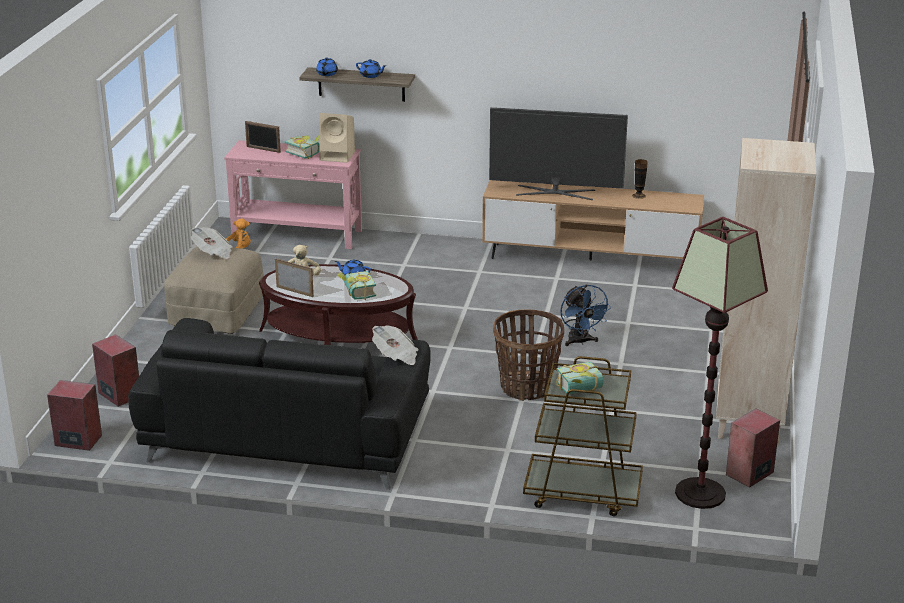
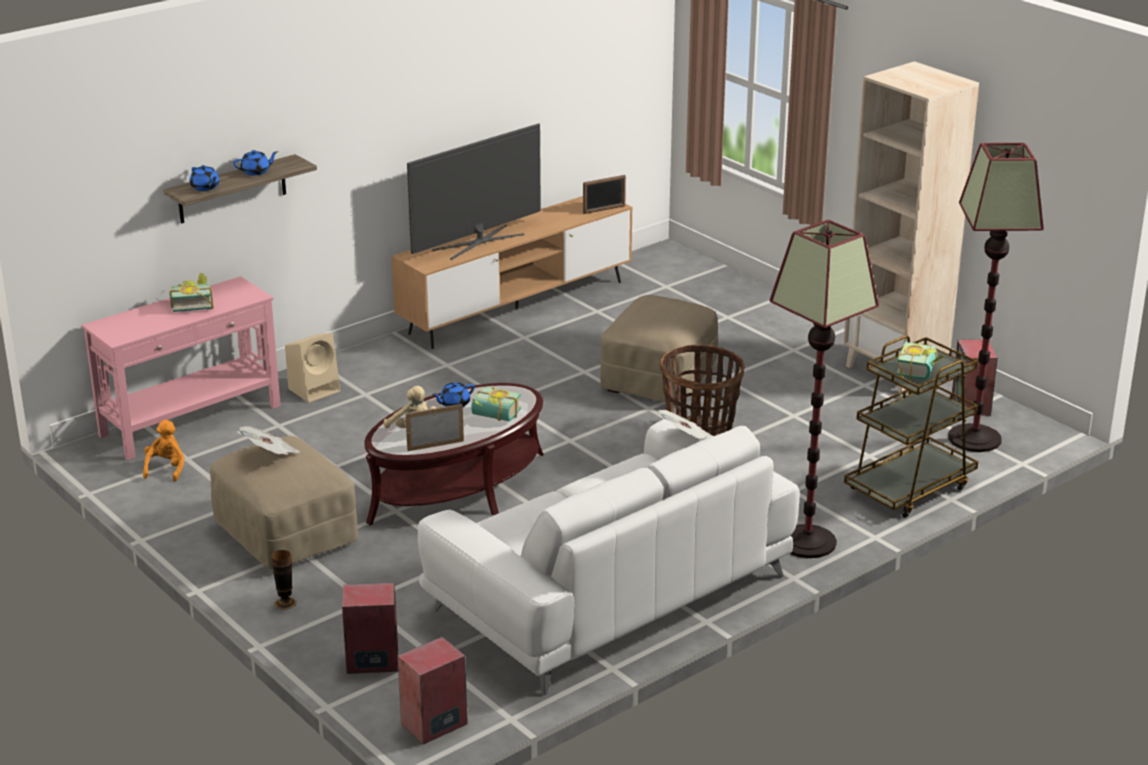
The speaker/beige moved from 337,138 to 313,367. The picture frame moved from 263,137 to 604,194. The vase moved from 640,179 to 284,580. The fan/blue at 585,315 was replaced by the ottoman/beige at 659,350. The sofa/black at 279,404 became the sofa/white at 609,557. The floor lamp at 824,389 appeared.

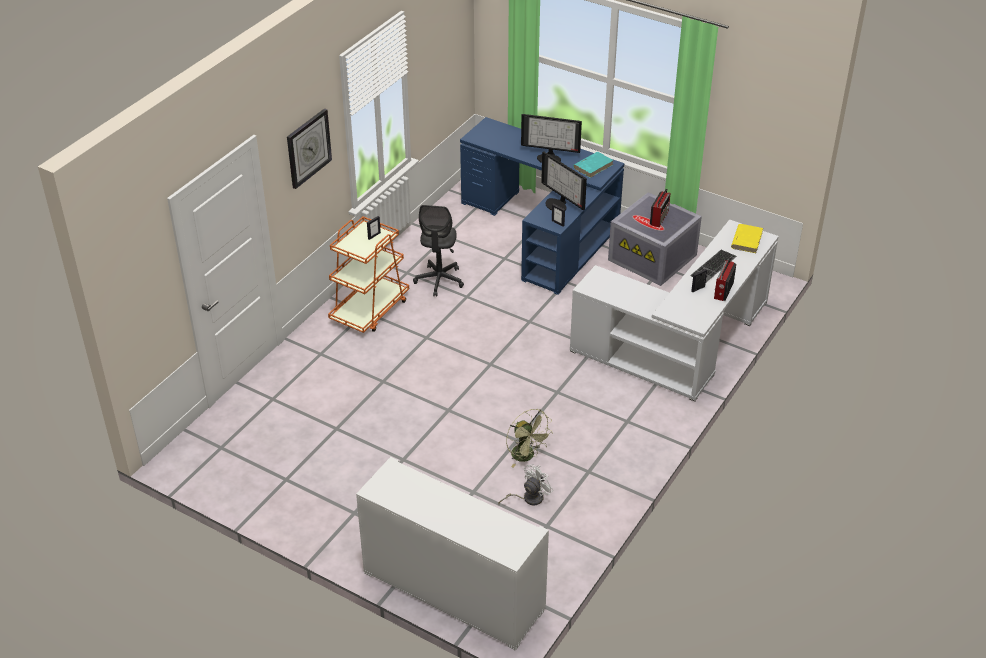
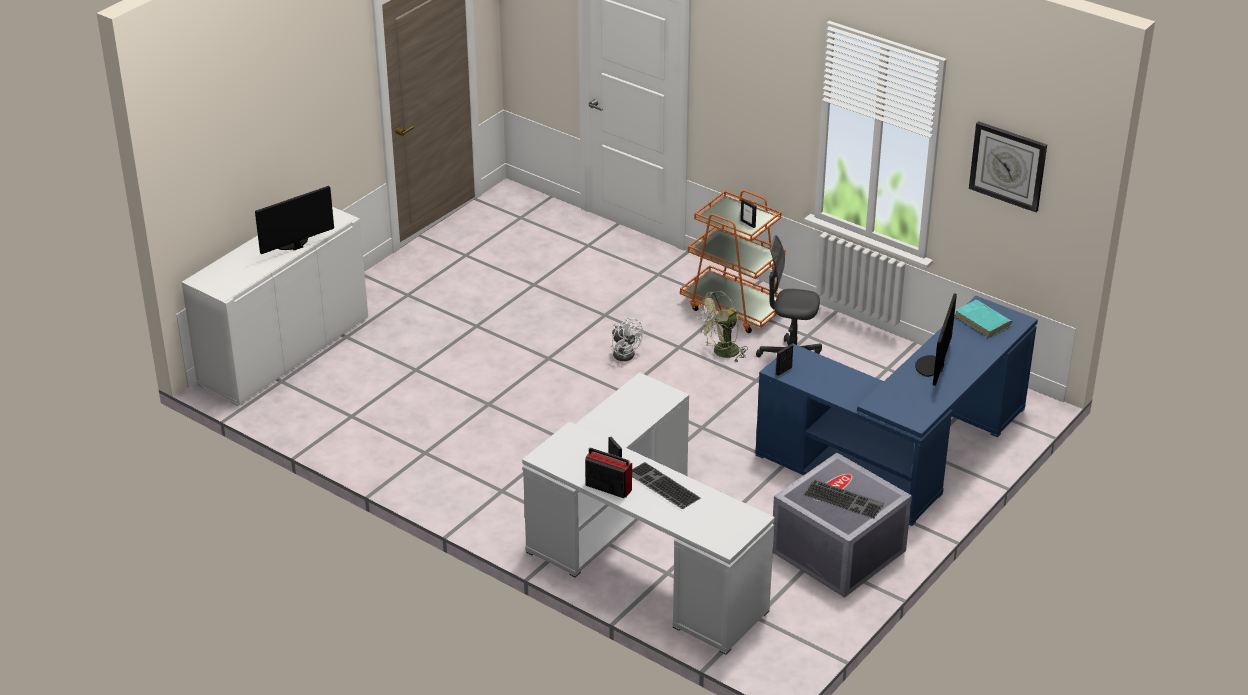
The wall clock moved from 309,148 to 1008,167. The monitor moved from 564,181 to 294,220. The book/turquoise moved from 593,165 to 983,319. The radio at 660,208 was replaced by the keyboard at 843,499. The book/yellow at 747,238 disappeared. The fan/green moved from 529,438 to 722,326. The fan/white moved from 525,485 to 627,339.

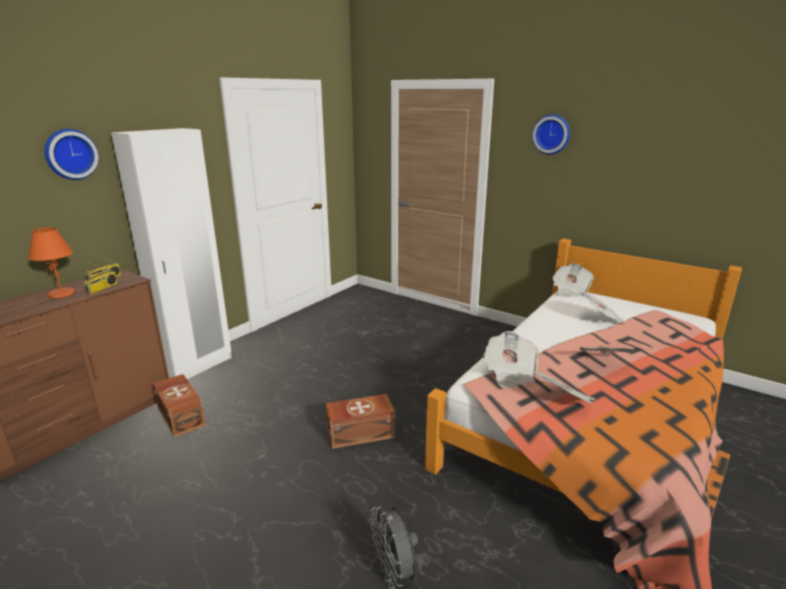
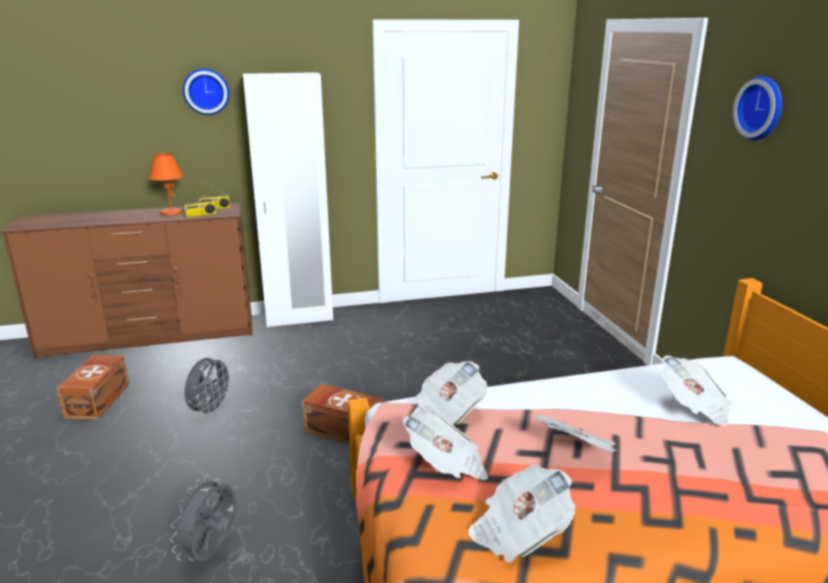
The newspaper moved from 573,280 to 522,514. The storage box/brown moved from 179,406 to 93,387. The fan/grey at 208,386 appeared.

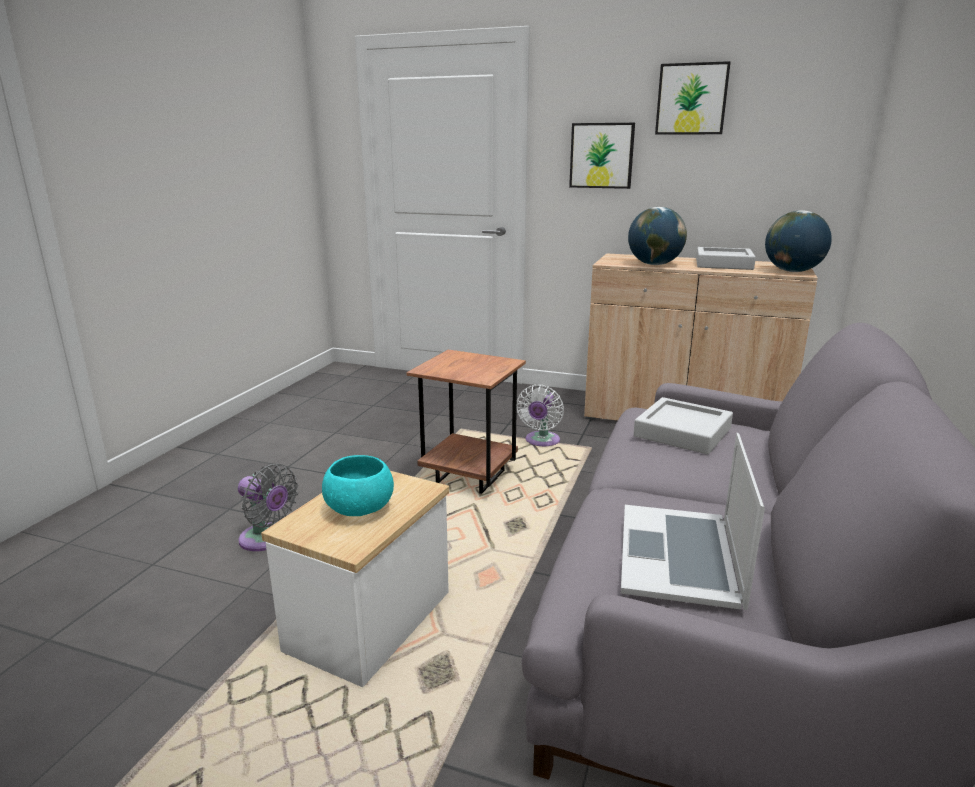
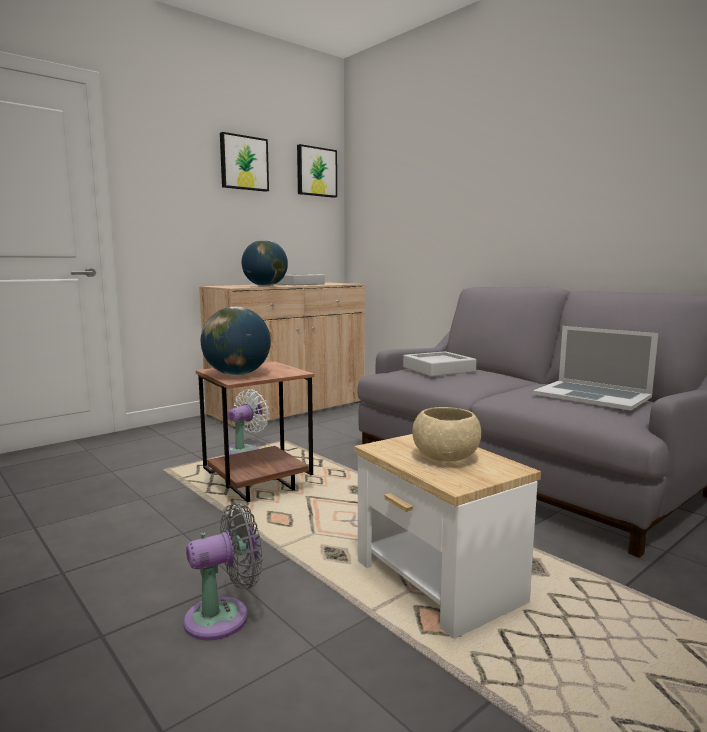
The picture moved from 602,156 to 317,171. The globe moved from 798,241 to 236,341. The fan/white at 540,415 turned 105 degrees counterclockwise. The bowl/turquoise at 358,485 became the bowl/beige at 446,434.

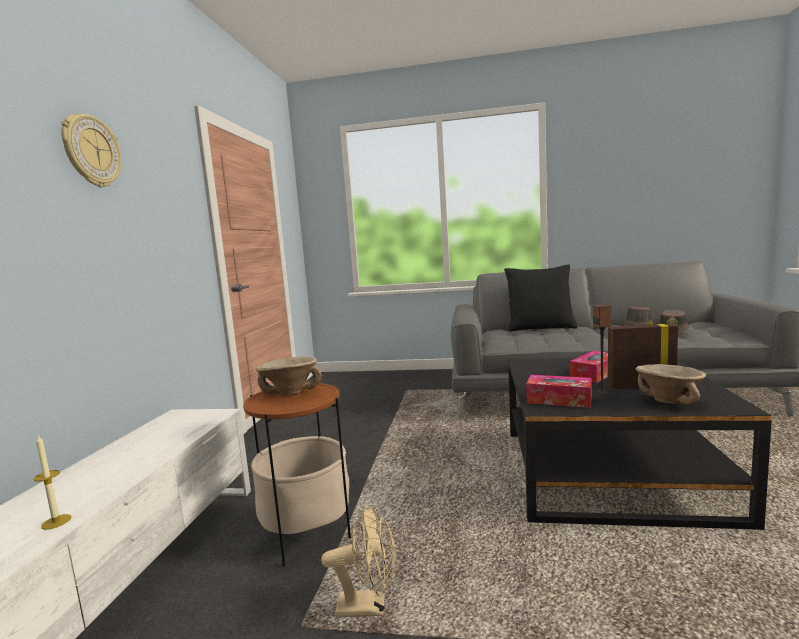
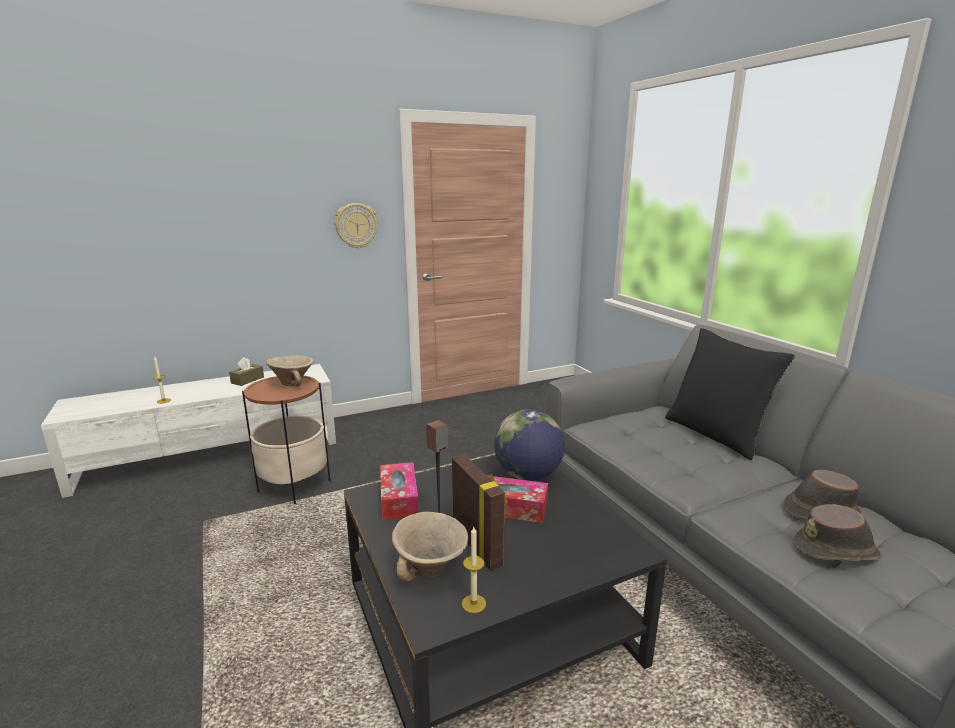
The wall clock moved from 91,150 to 356,226. The fan/beige at 358,562 disappeared. The tissue box/brown at 246,371 appeared. The globe at 529,445 appeared. The candle at 474,570 appeared.

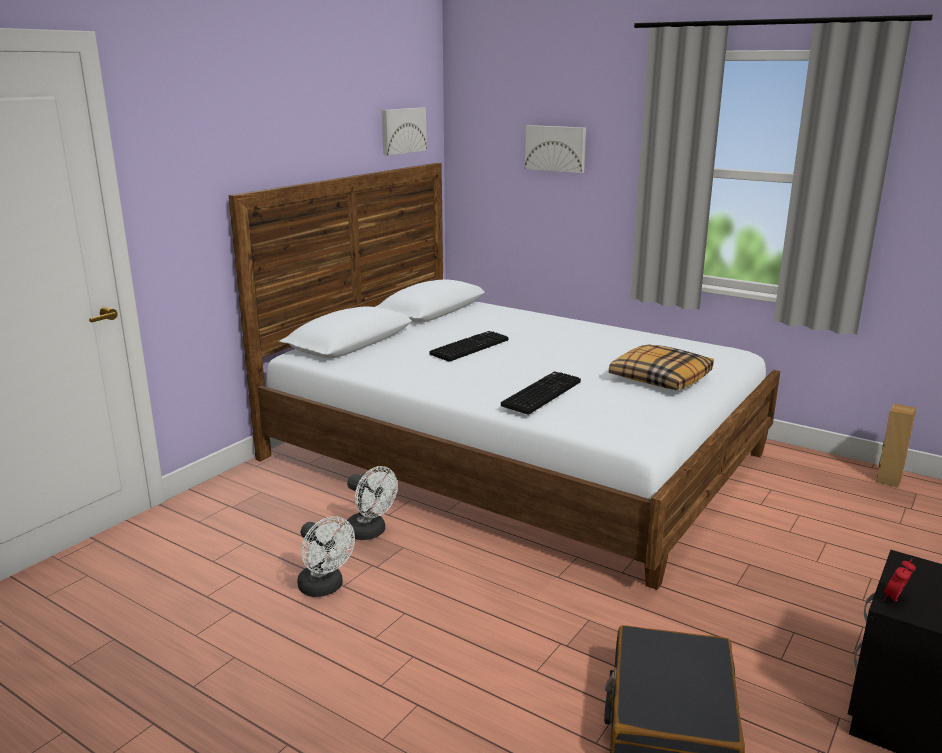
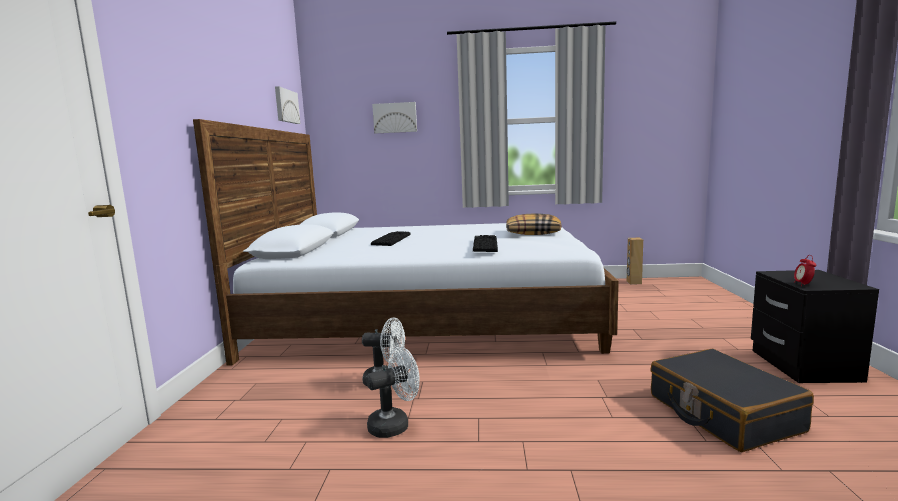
The fan/white at 326,556 turned 45 degrees counterclockwise.

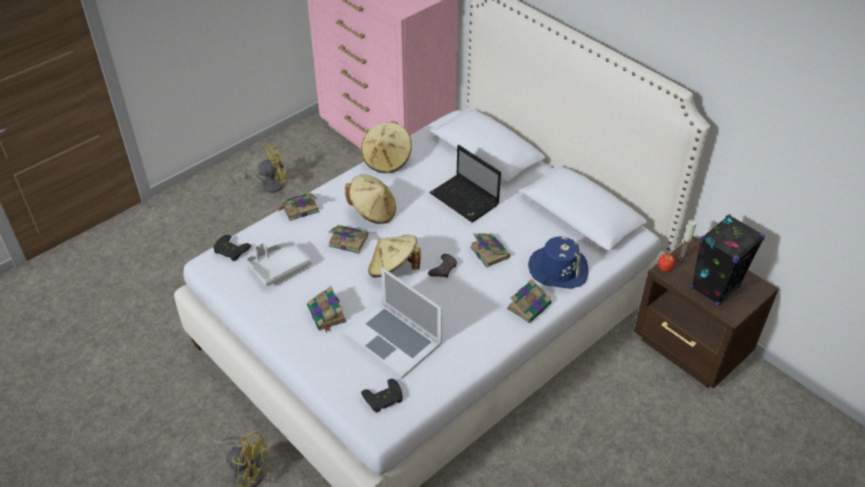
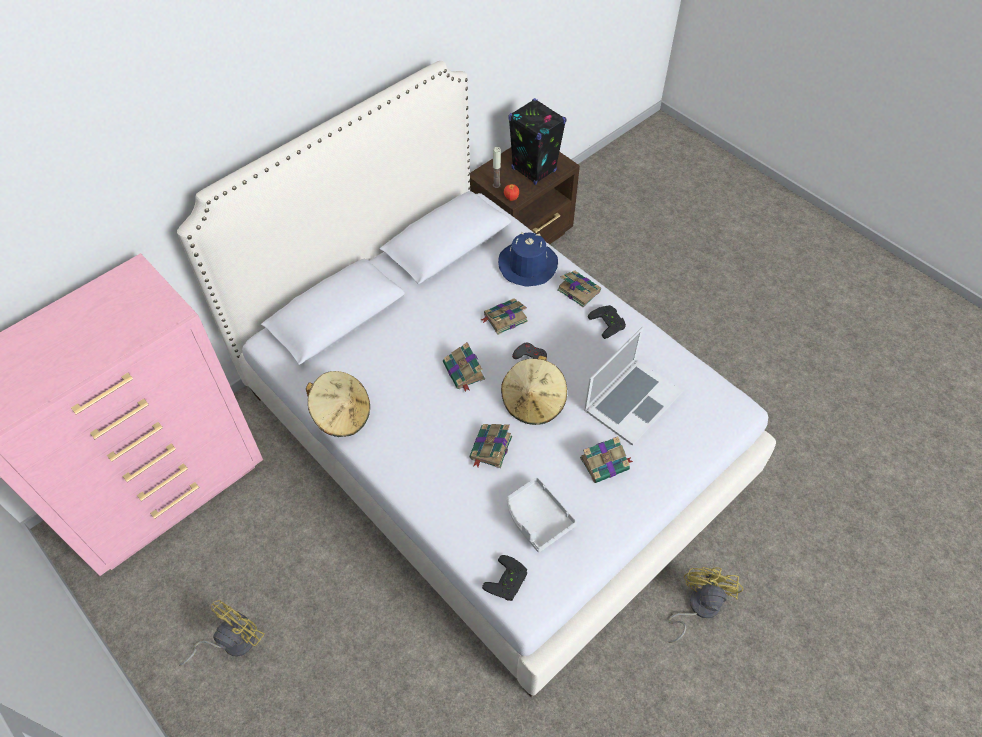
The fan/yellow at 260,169 turned 60 degrees clockwise. The laptop at 465,183 disappeared. The hat/beige at 370,199 disappeared. The book moved from 298,206 to 464,367. The game controller/black moved from 382,395 to 607,322.

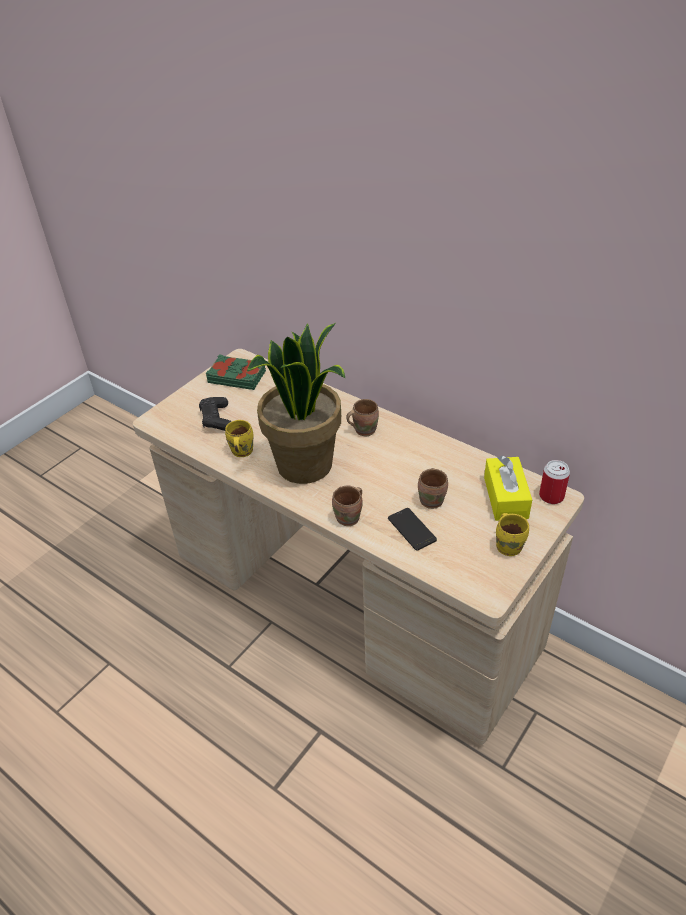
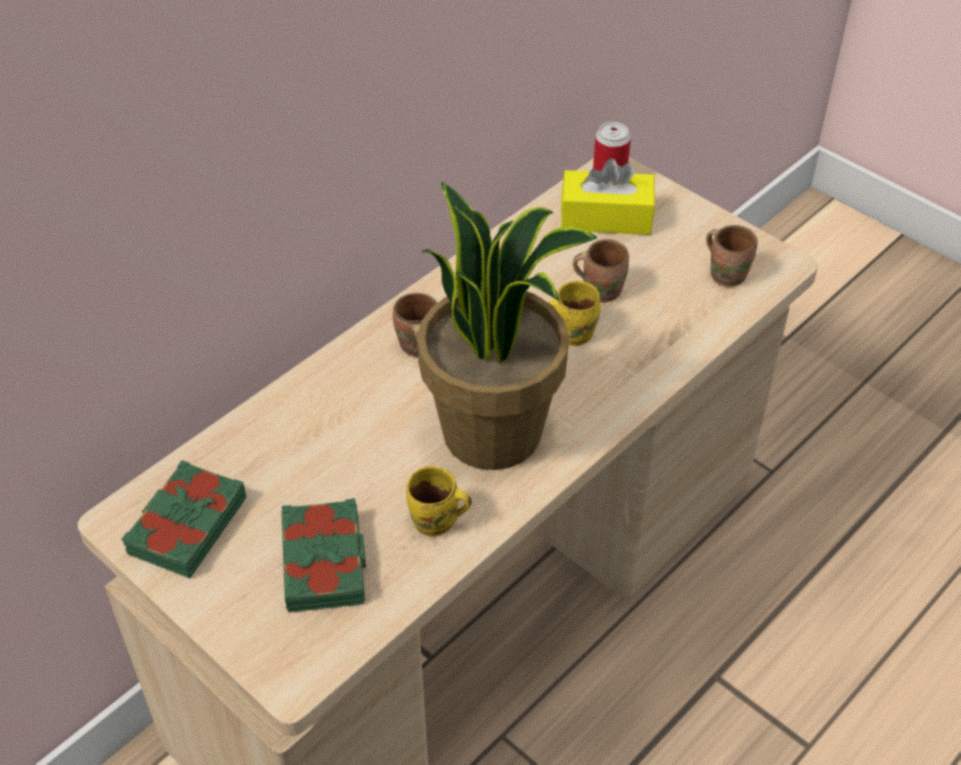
The game controller/black at 215,414 was replaced by the book/green at 323,555. The mug/brown moved from 347,506 to 731,256. The phone at 412,529 disappeared. The mug/yellow moved from 512,534 to 574,313.

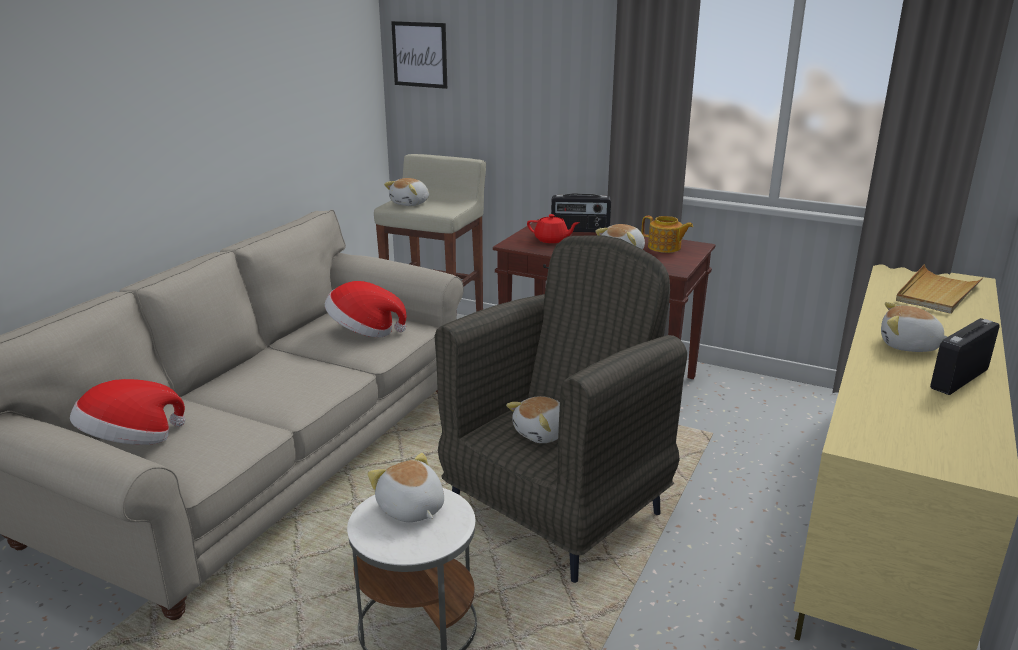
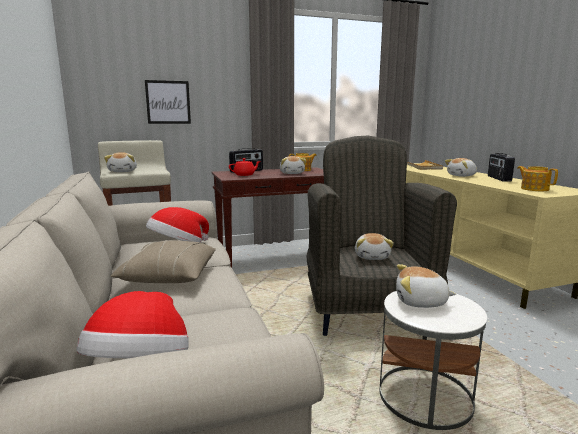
The picture moved from 419,55 to 168,102. The teapot at 537,178 appeared. The pillow/beige at 163,261 appeared.

